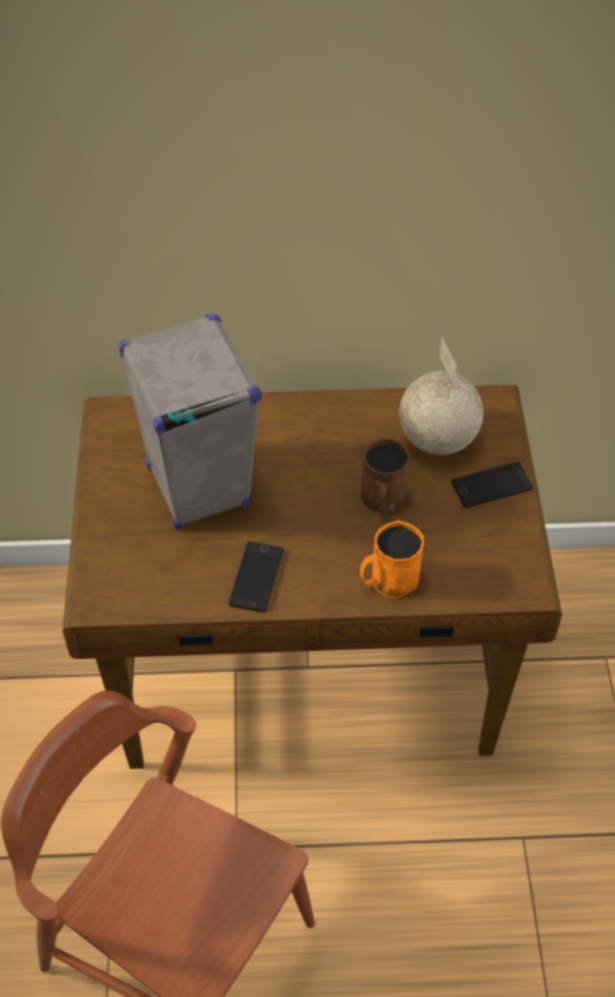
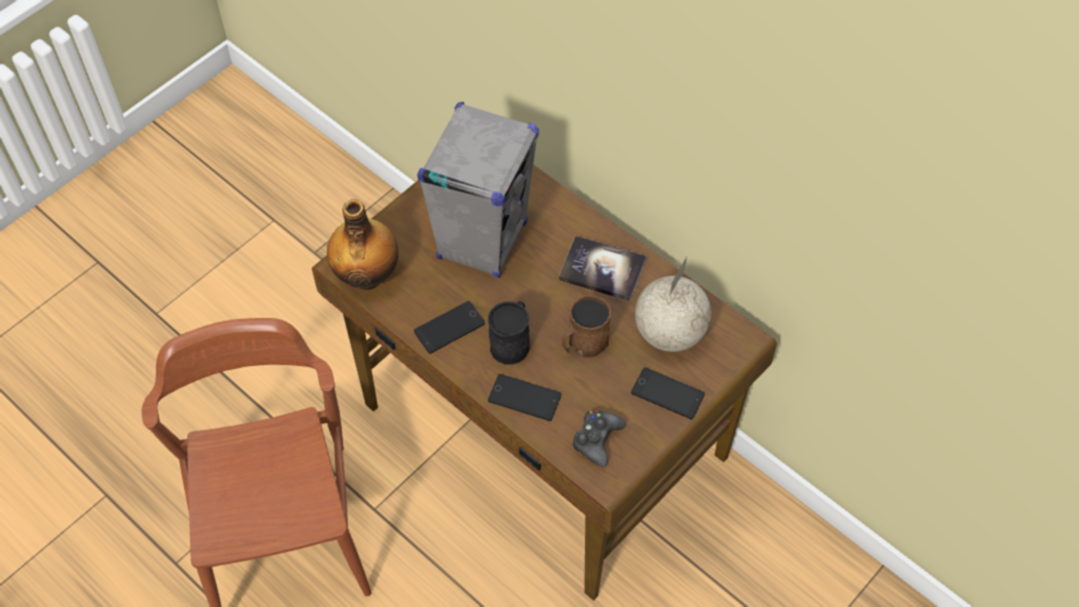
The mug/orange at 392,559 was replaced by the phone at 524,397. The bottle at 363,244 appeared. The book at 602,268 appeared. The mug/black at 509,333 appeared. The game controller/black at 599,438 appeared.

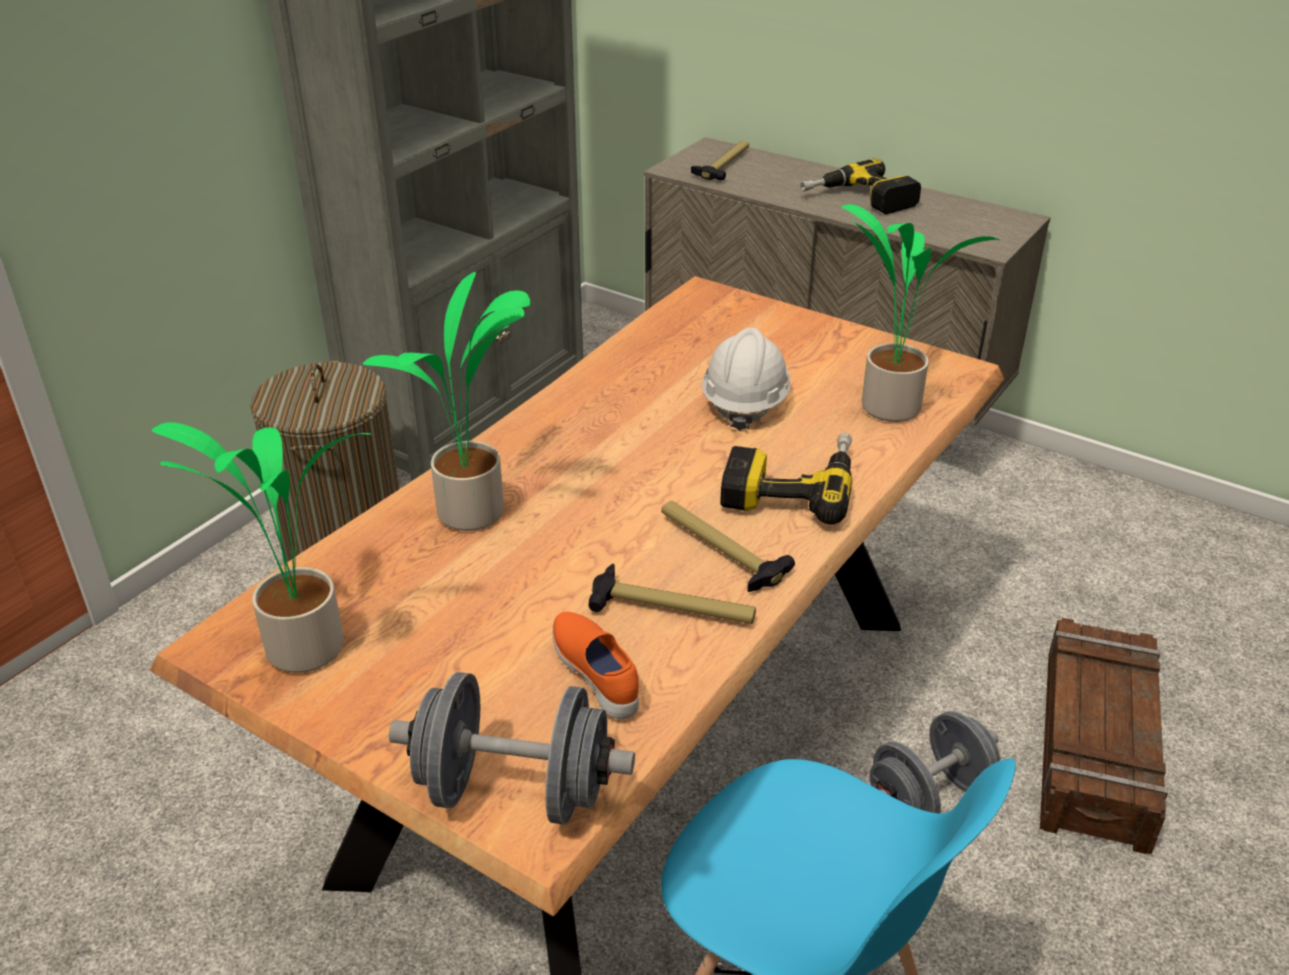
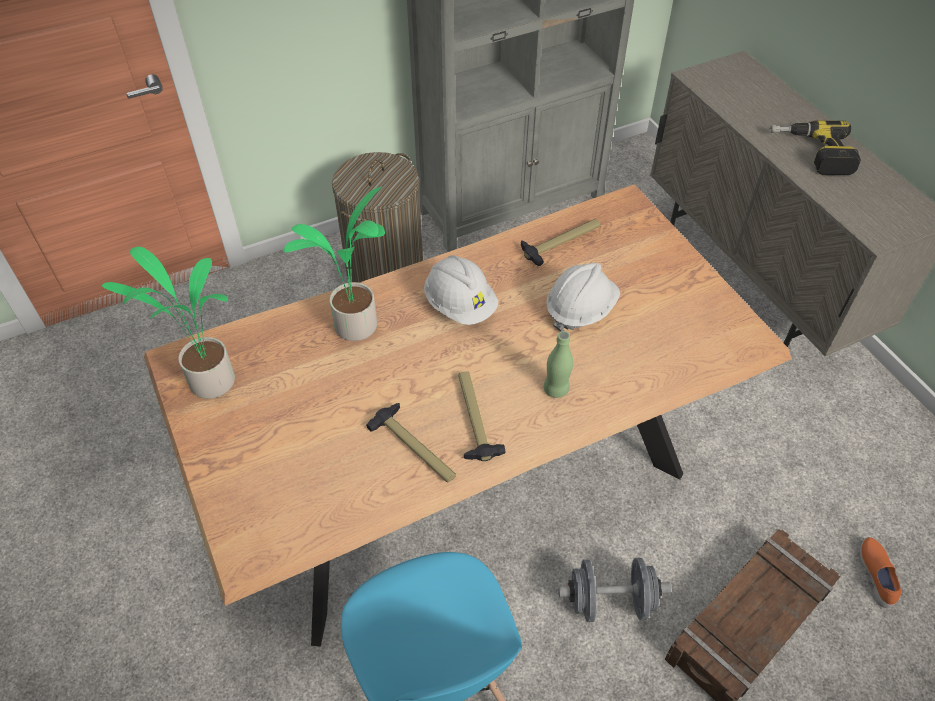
The hammer moved from 720,160 to 561,242. The potted plant at 920,313 disappeared. The power drill at 786,478 was replaced by the bottle/green at 558,364. The shoe/orange moved from 595,665 to 880,572. The dumbbell/grey at 512,748 disappeared. The hard hat/white at 461,290 appeared.

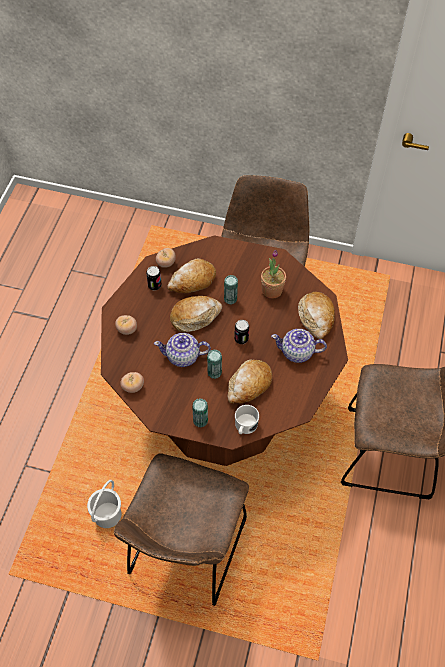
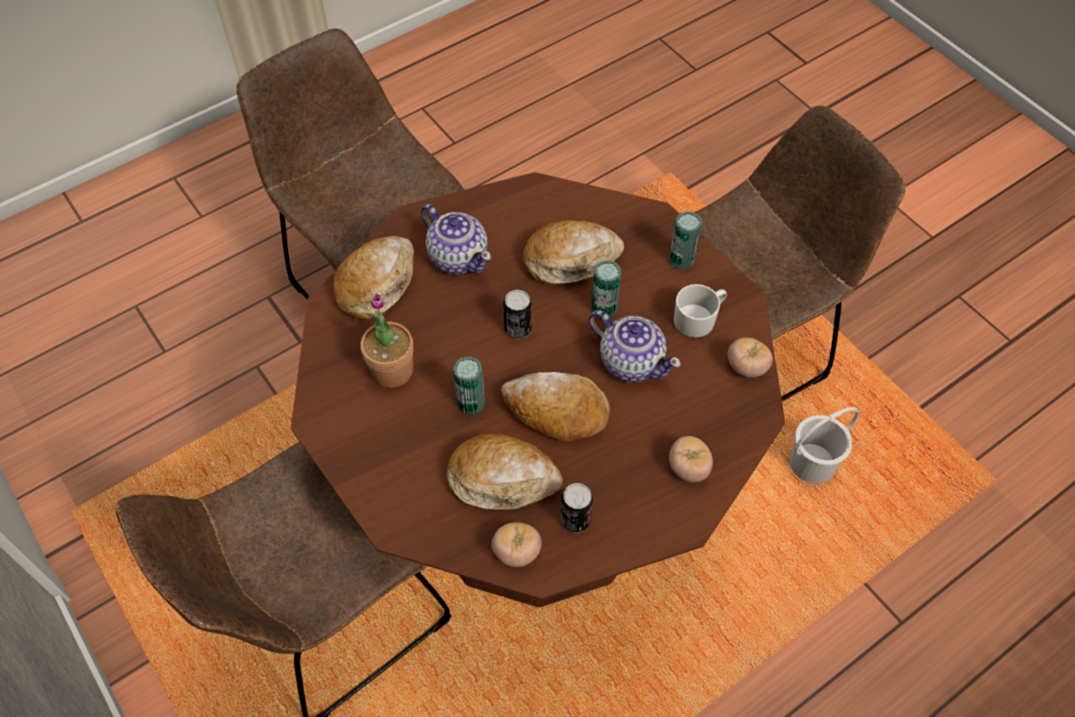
The mug/white moved from 247,419 to 700,311.

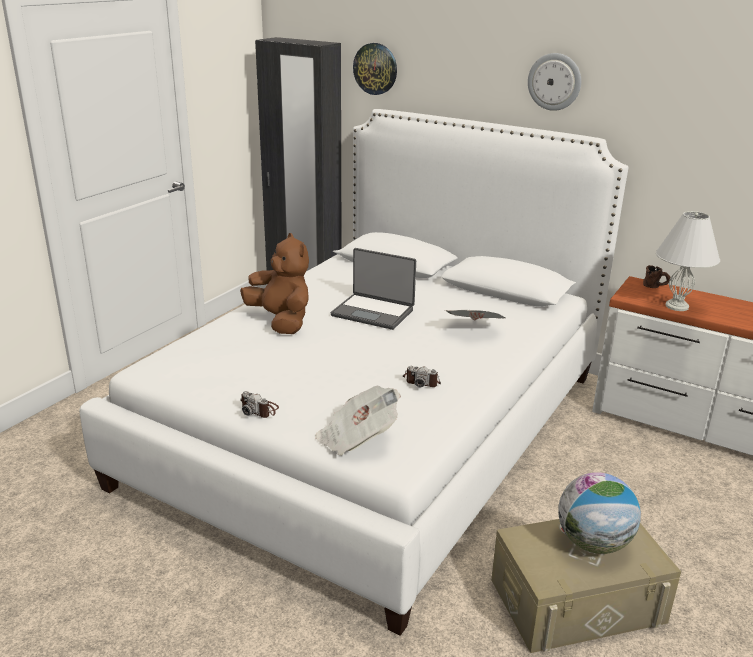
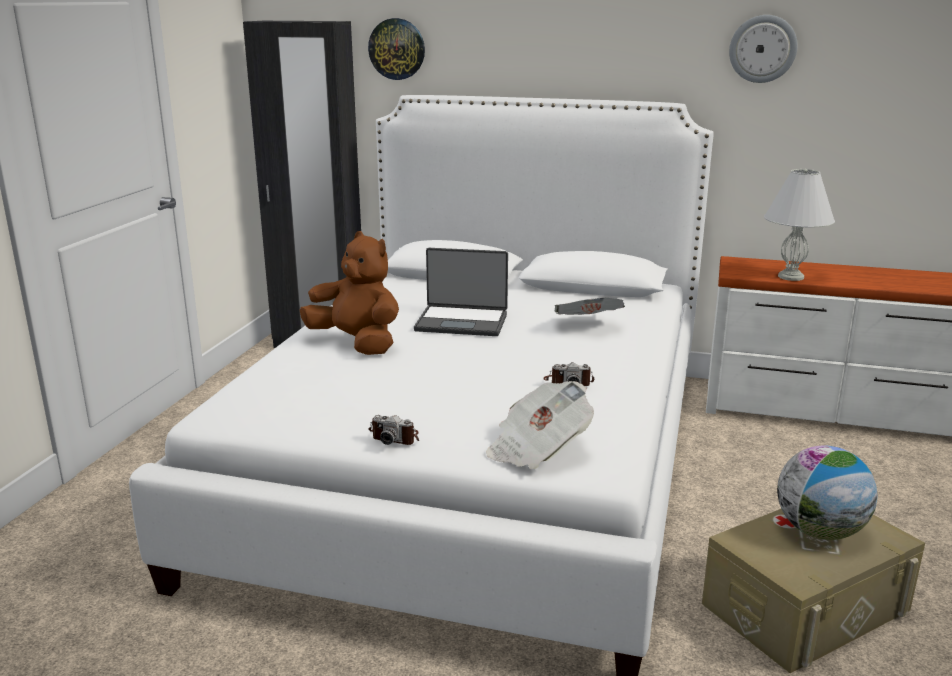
The wall clock moved from 554,82 to 763,49. The mug/brown at 657,276 disappeared.

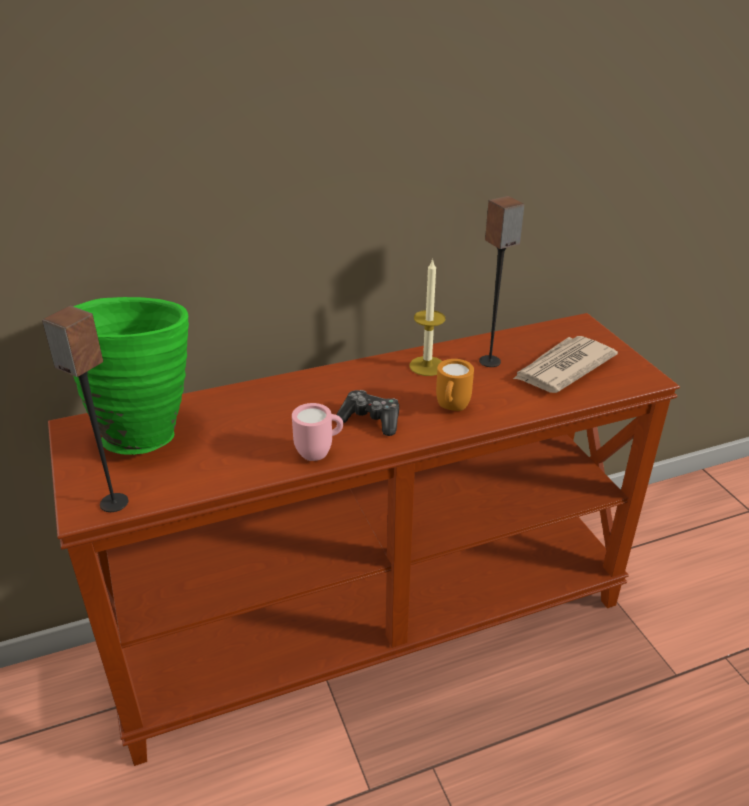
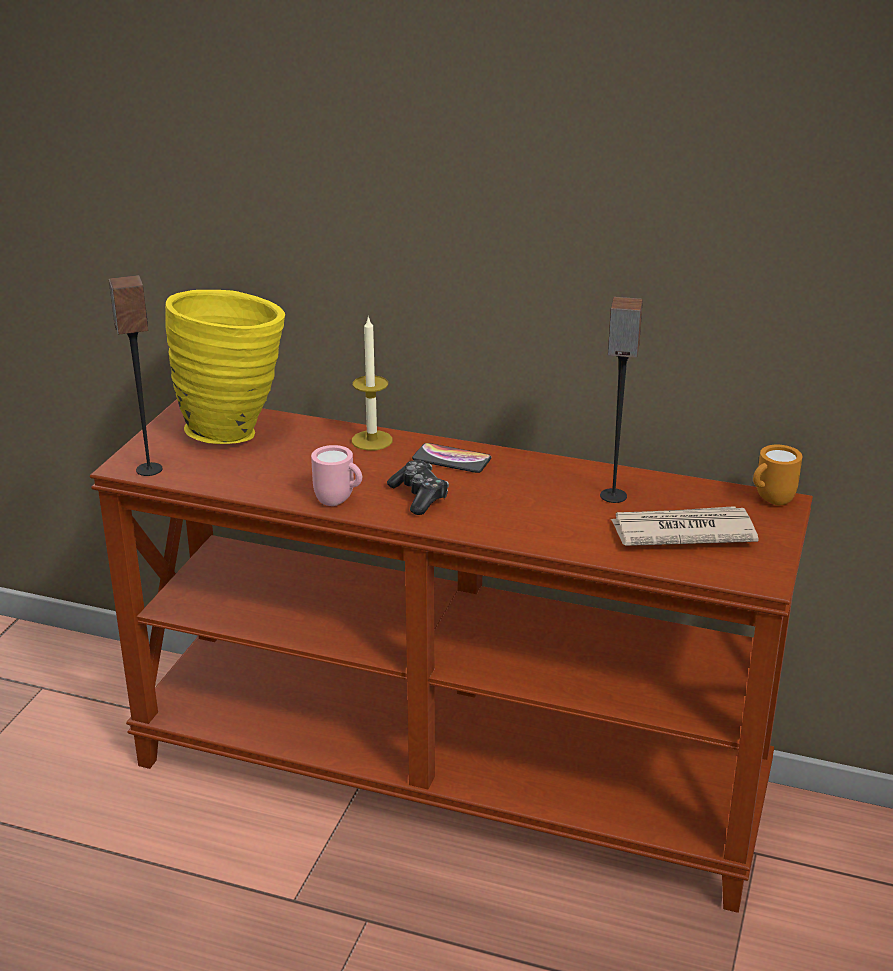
The candle moved from 427,317 to 372,383. The vase/green at 131,376 became the vase/yellow at 225,367. The mug/orange moved from 455,385 to 777,475. The phone at 451,458 appeared.

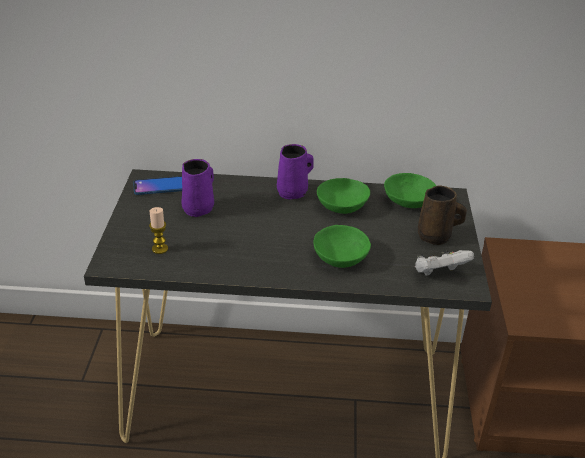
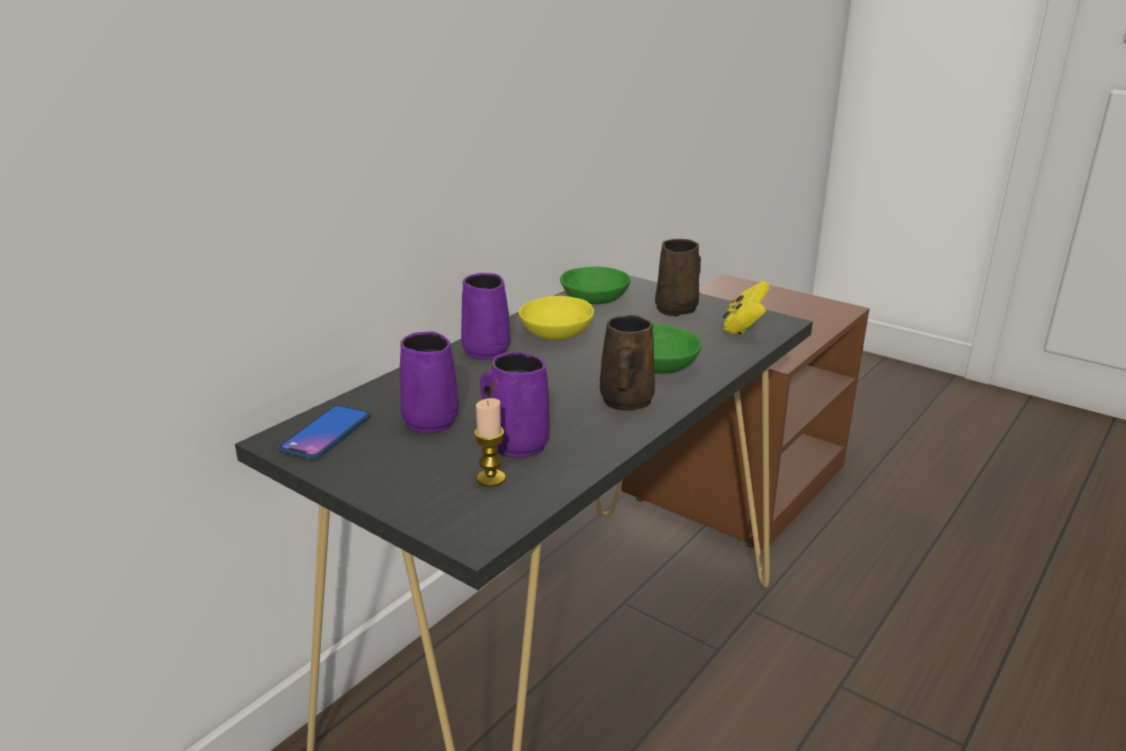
The bowl/green at 343,196 became the bowl/yellow at 556,318. The game controller/white at 444,263 became the game controller/yellow at 746,307. The mug/brown at 627,363 appeared. The mug/purple at 515,404 appeared.

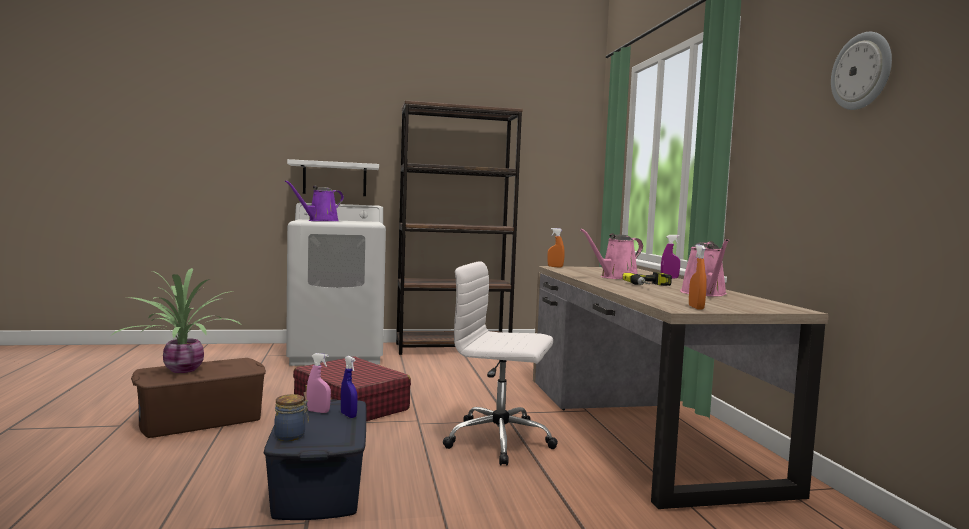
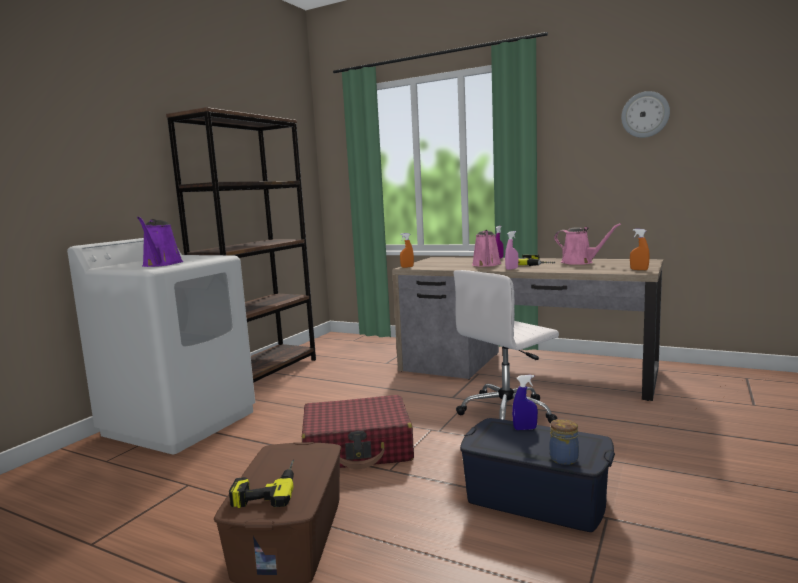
The shelf/white at 333,177 disappeared. The potted plant at 176,320 was replaced by the power drill at 261,484. The spray bottle/pink moved from 318,383 to 511,250.

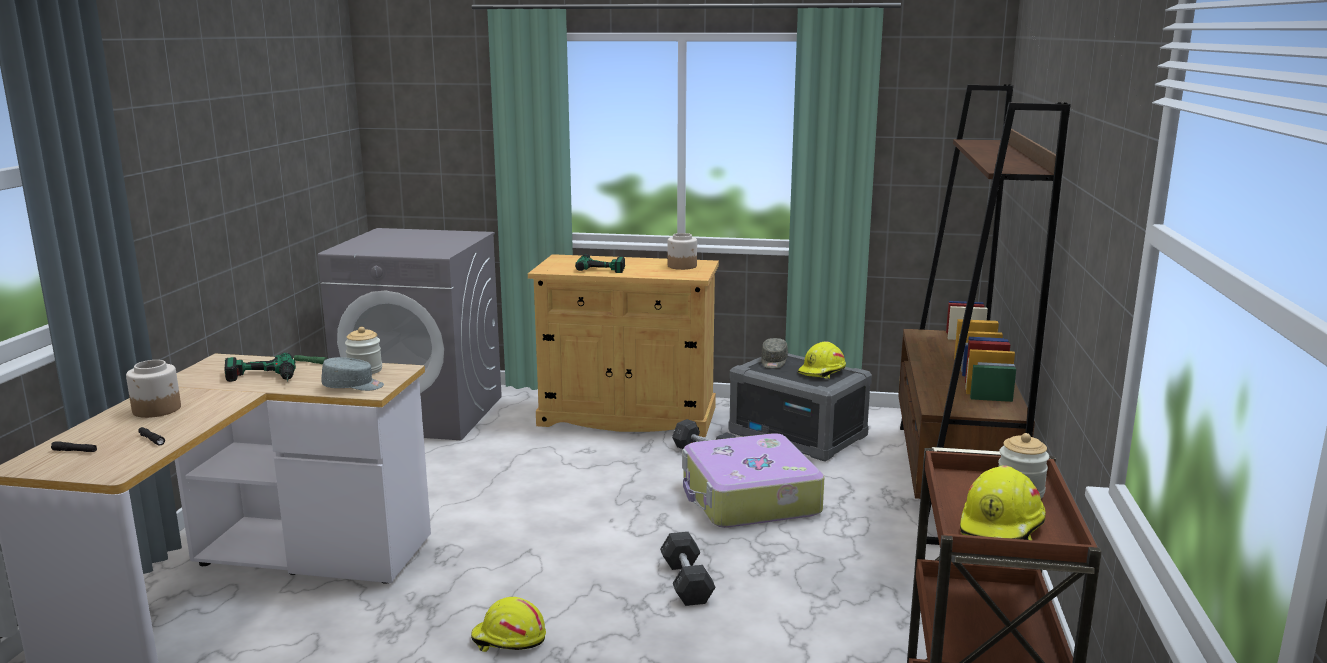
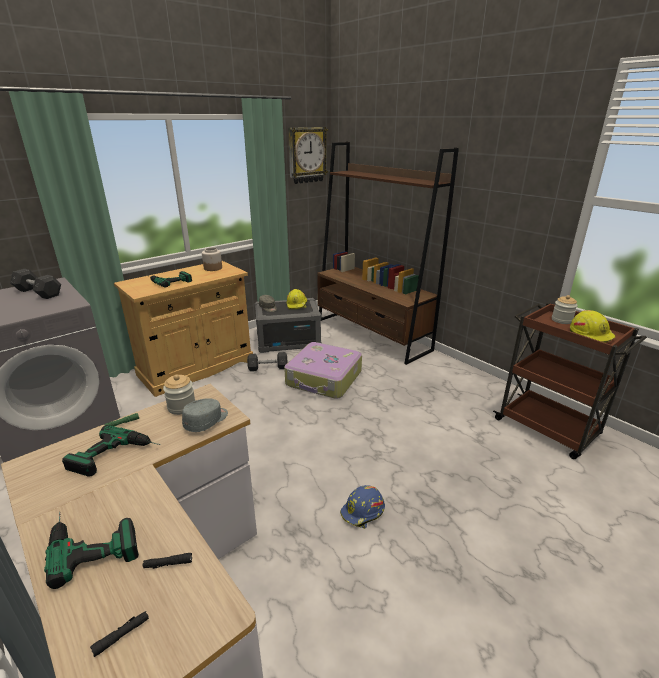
The jar at 153,389 was replaced by the power drill at 91,550. The dumbbell/grey moved from 688,569 to 35,284. The hard hat/yellow at 508,624 became the hard hat/blue at 362,507. The wall clock at 308,155 appeared.

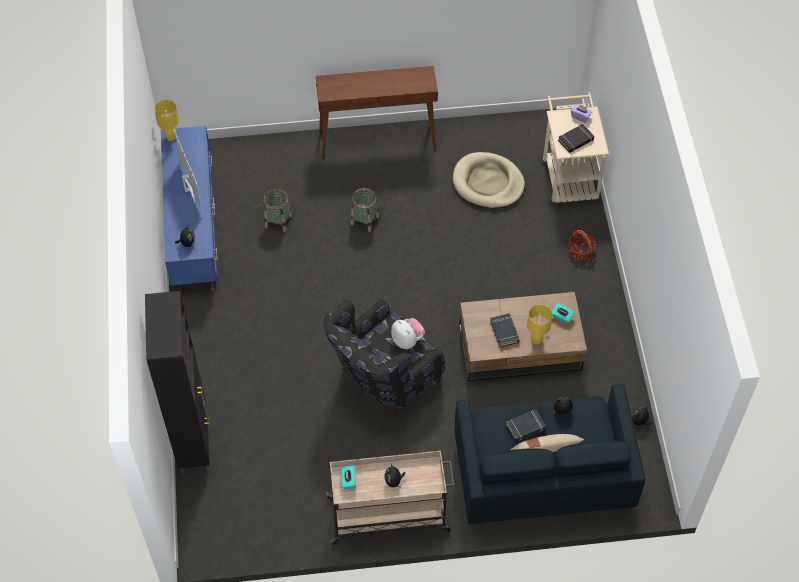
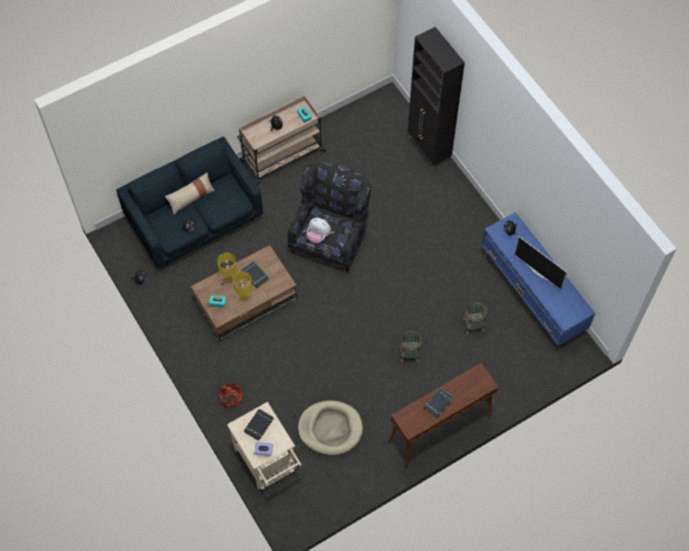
The table lamp/yellow moved from 166,120 to 242,286. The book/black moved from 526,425 to 439,403.

